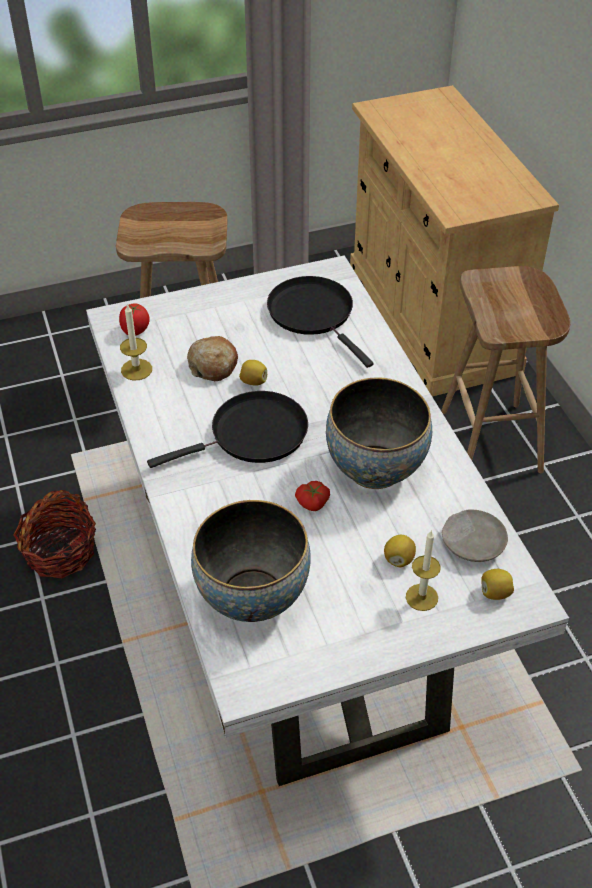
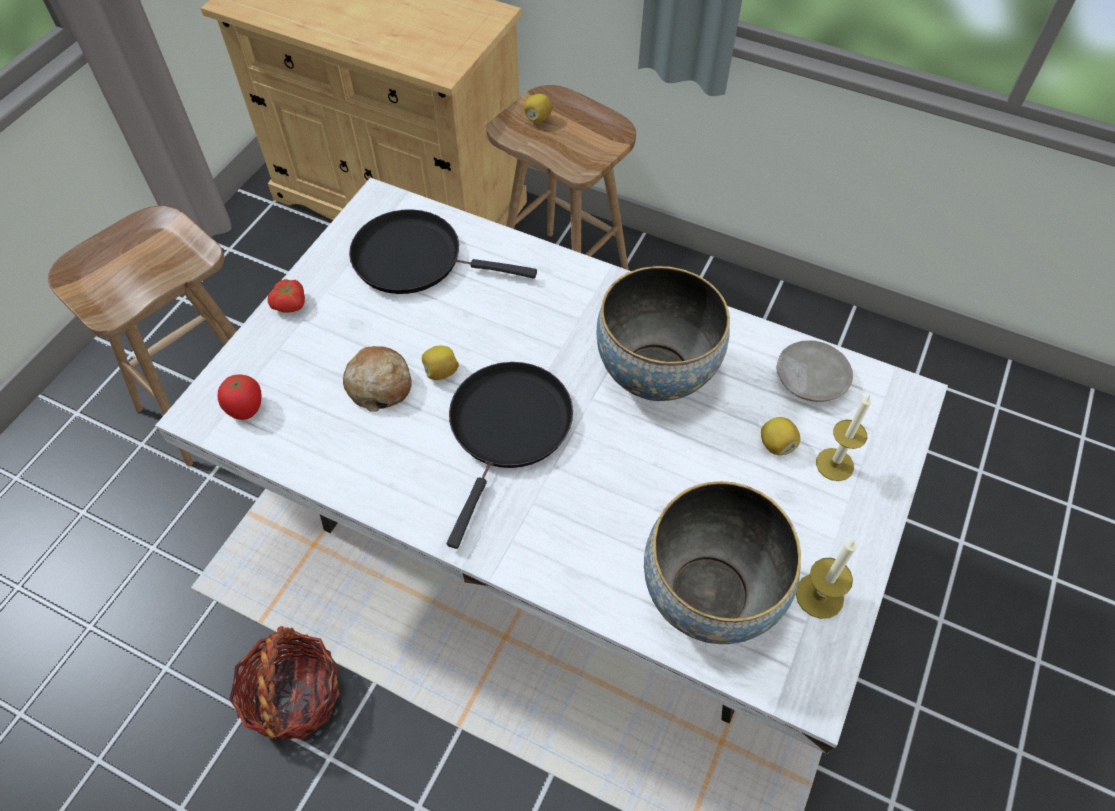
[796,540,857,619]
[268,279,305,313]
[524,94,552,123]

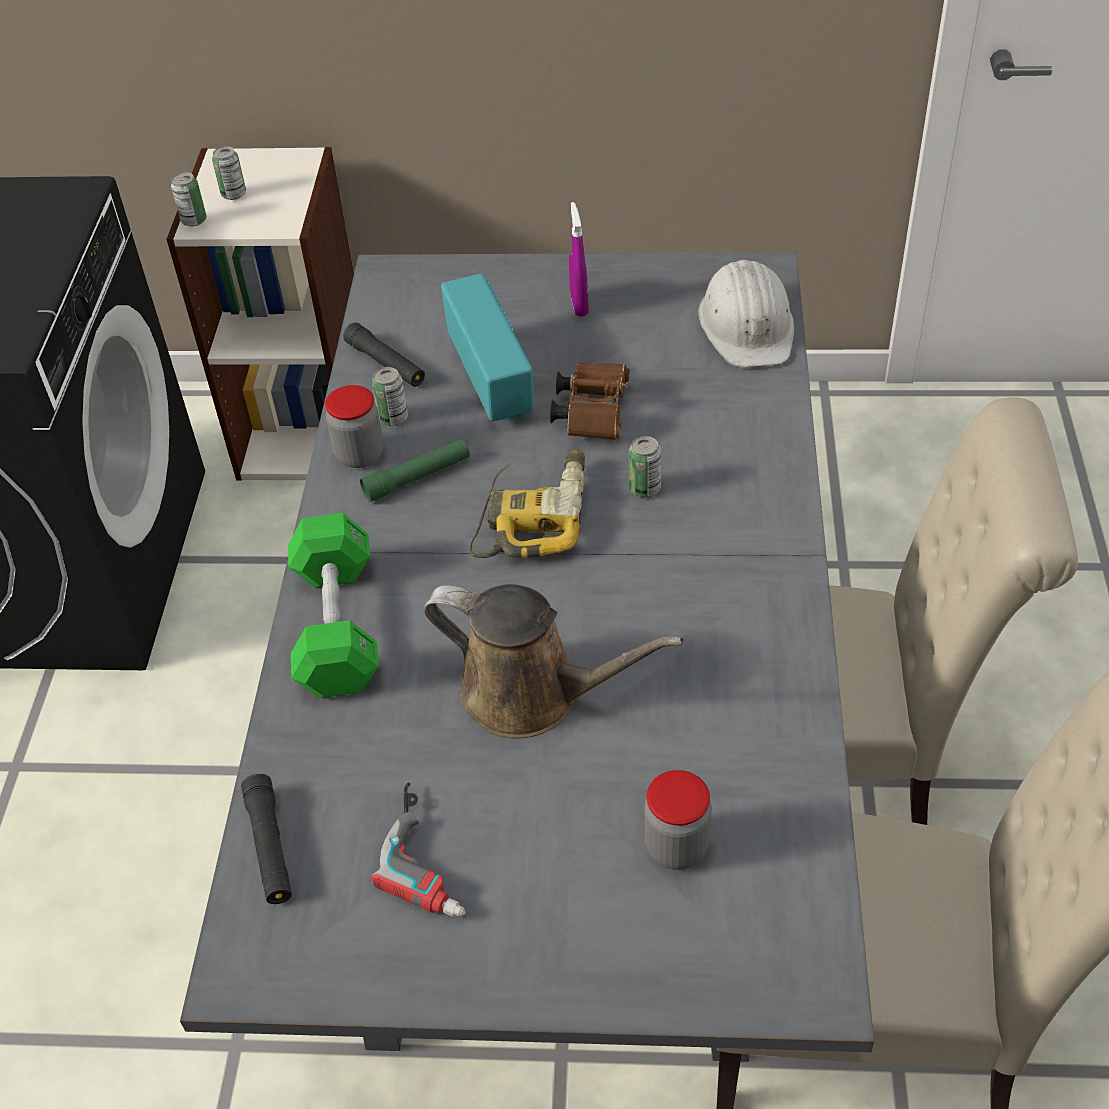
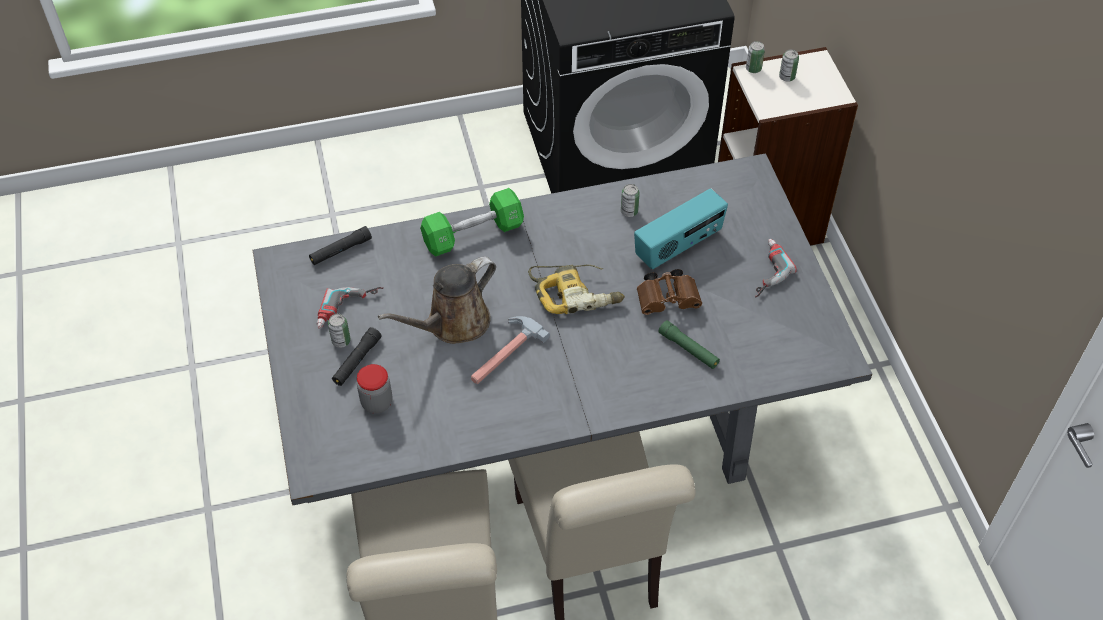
[325,385,384,468] (first image)
[698,260,794,368] (first image)
[471,316,550,384]
[332,327,382,386]
[658,320,720,369]
[328,314,351,348]
[755,239,797,298]
[378,256,496,344]

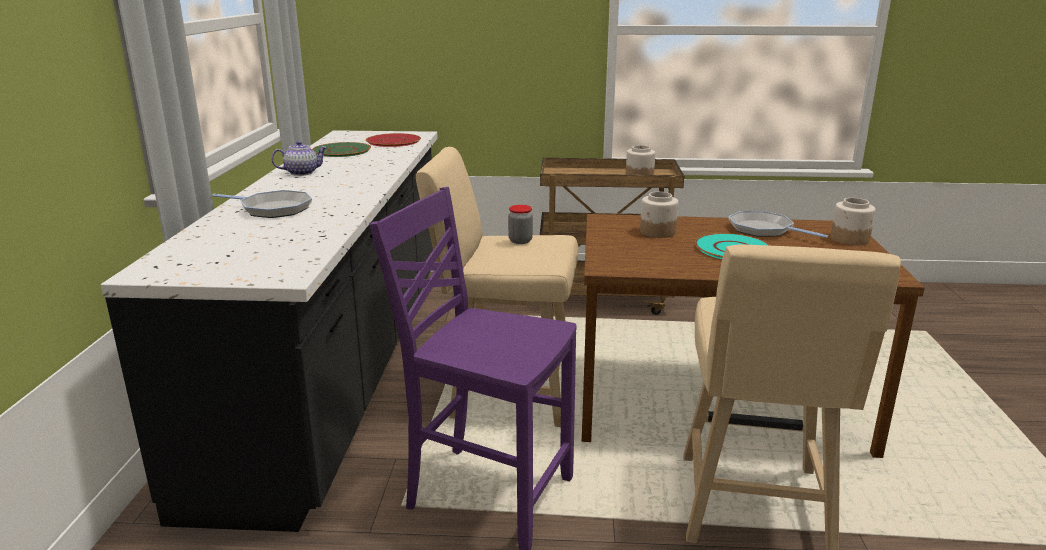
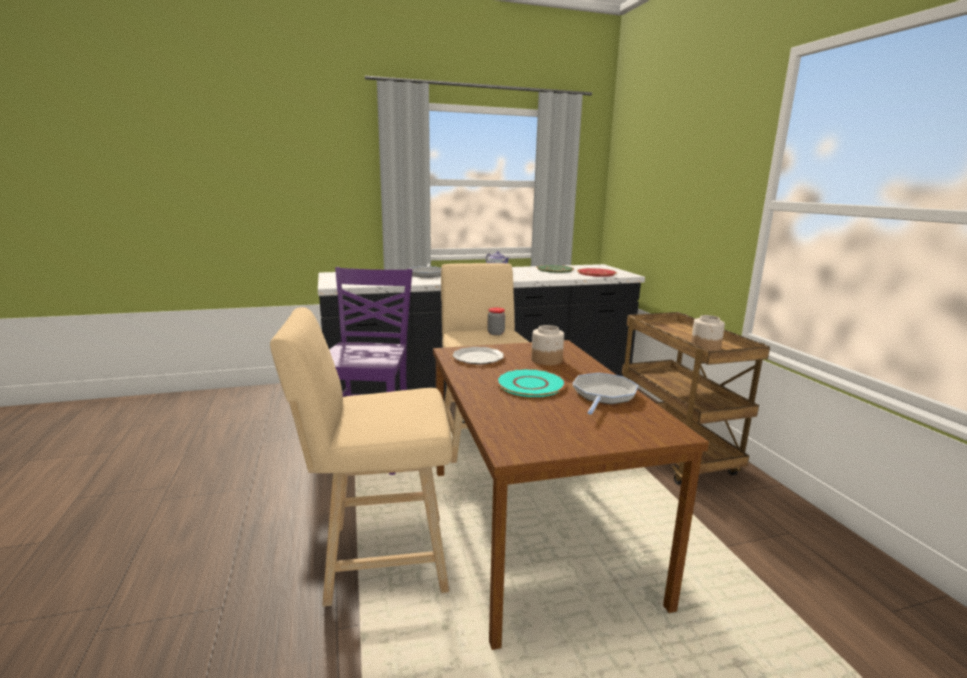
[830,198,876,245] (first image)
[453,347,504,364]

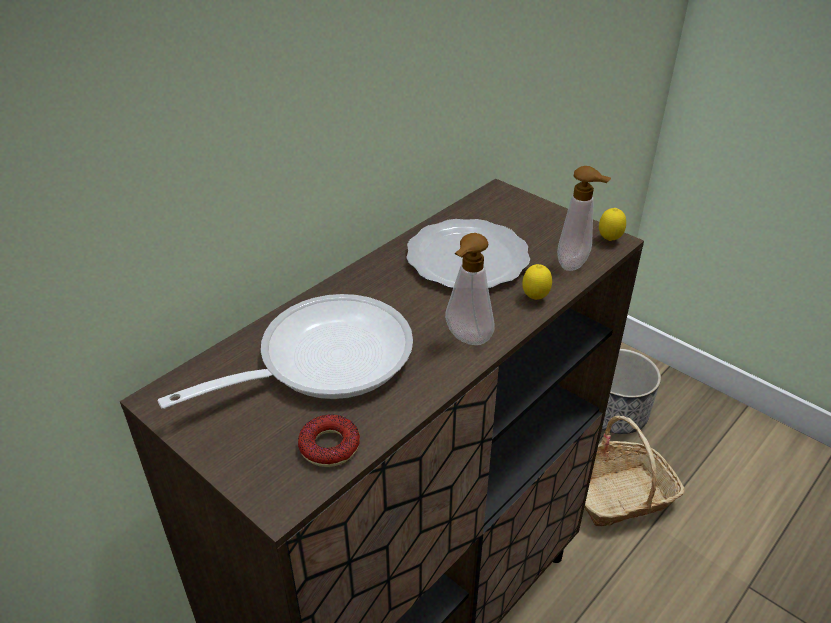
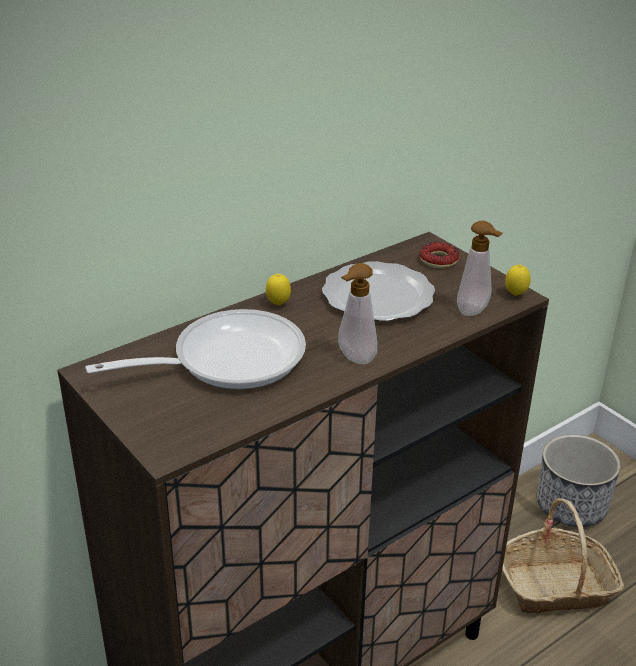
[420,242,459,268]
[266,274,291,306]

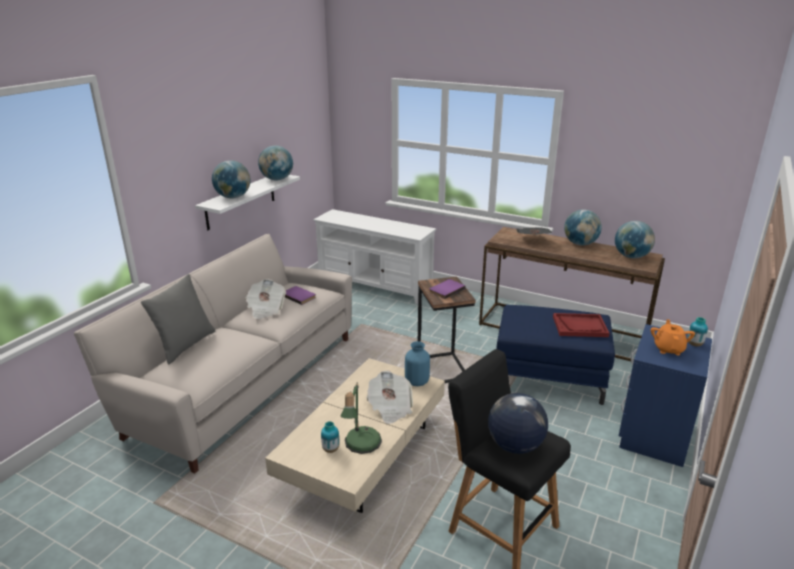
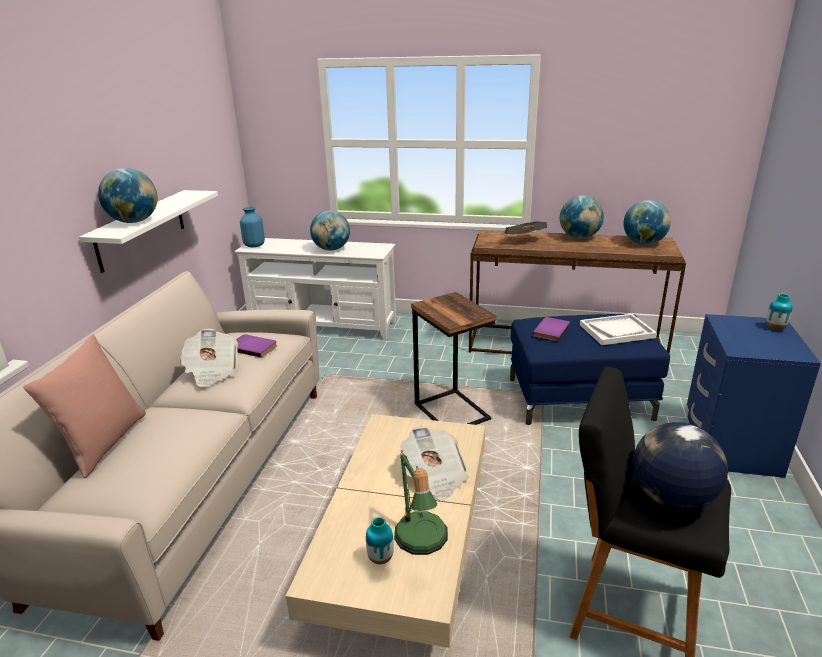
[651,320,695,355] (first image)
[310,210,350,251]
[240,207,265,247]
[533,317,570,341]
[23,334,146,478]
[580,314,657,345]

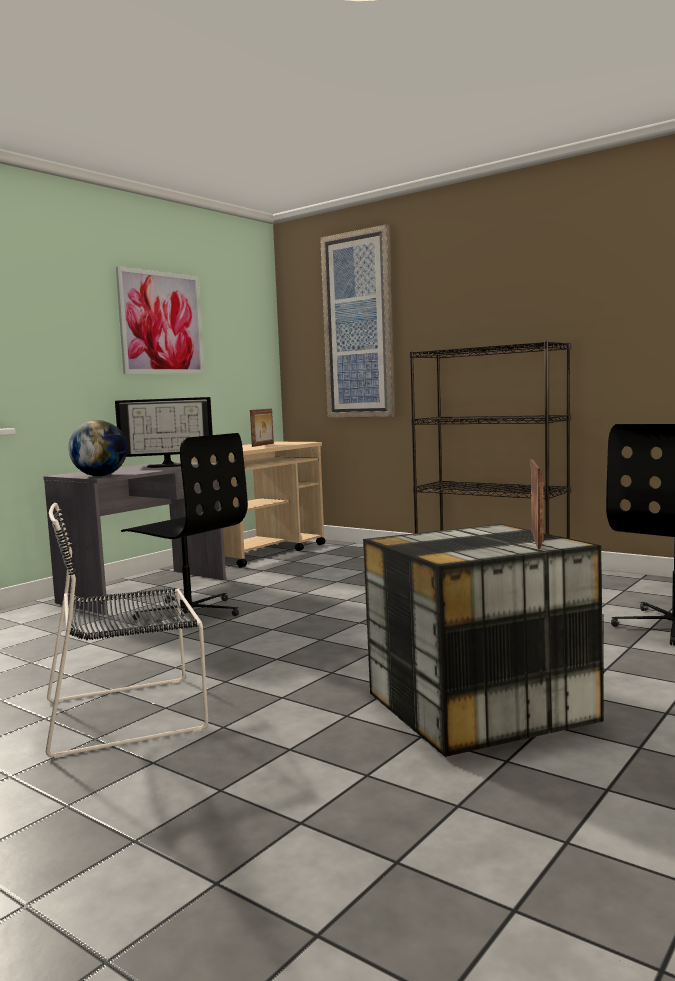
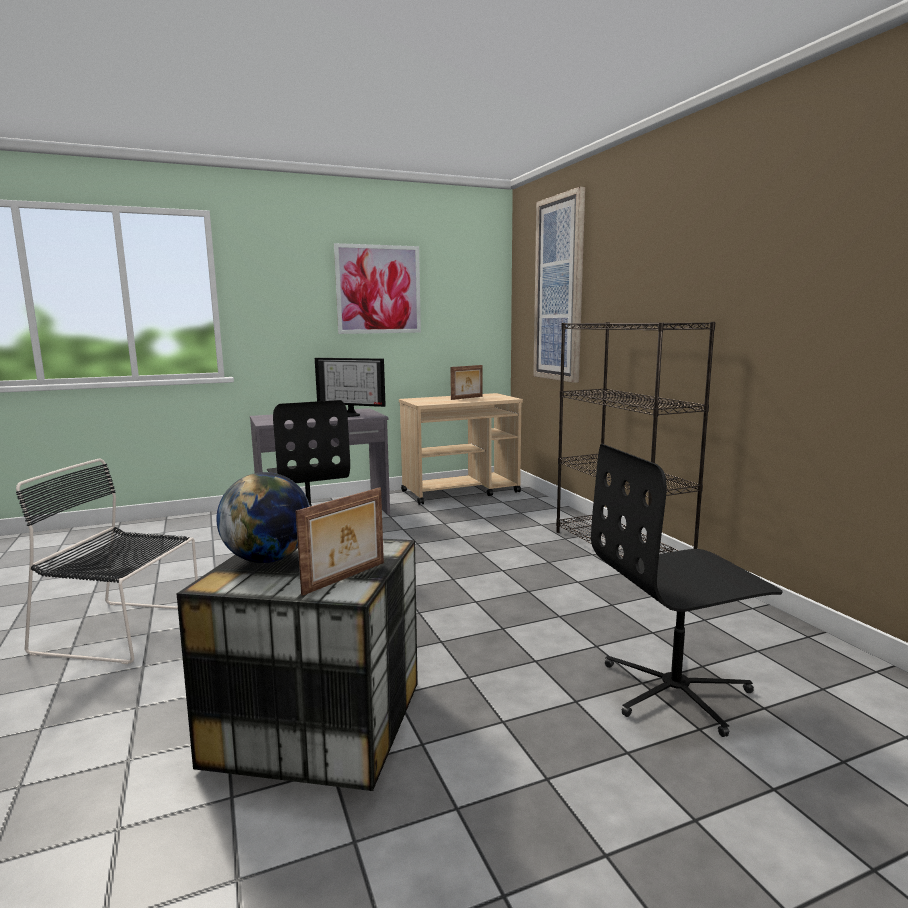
[216,472,310,563]

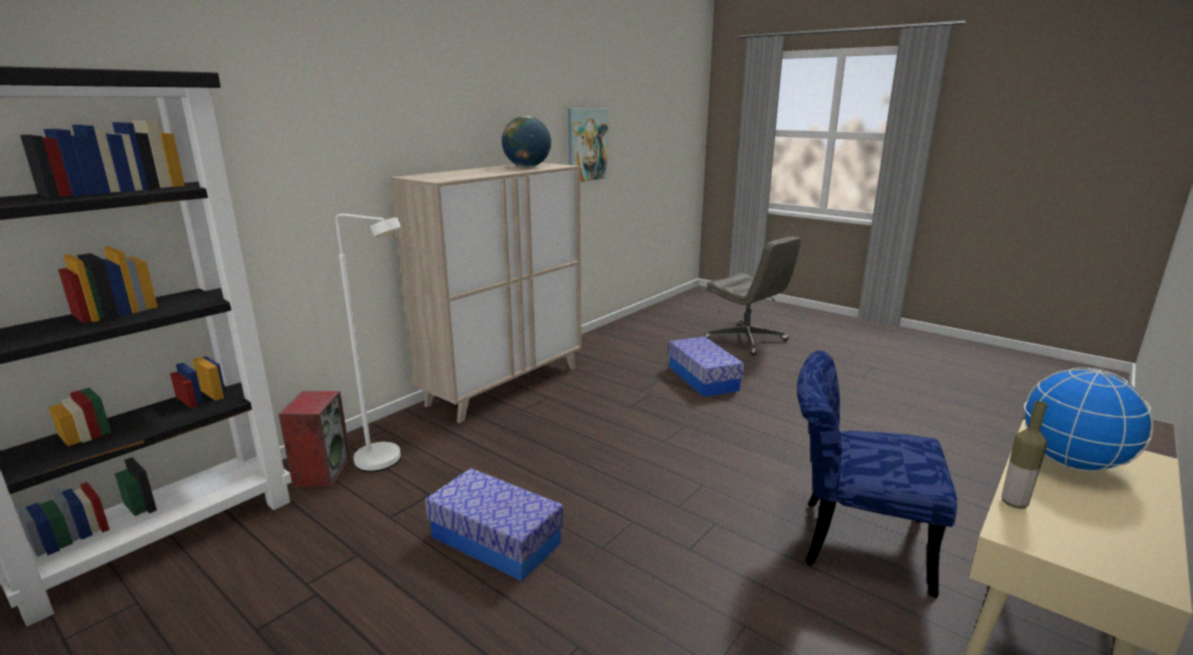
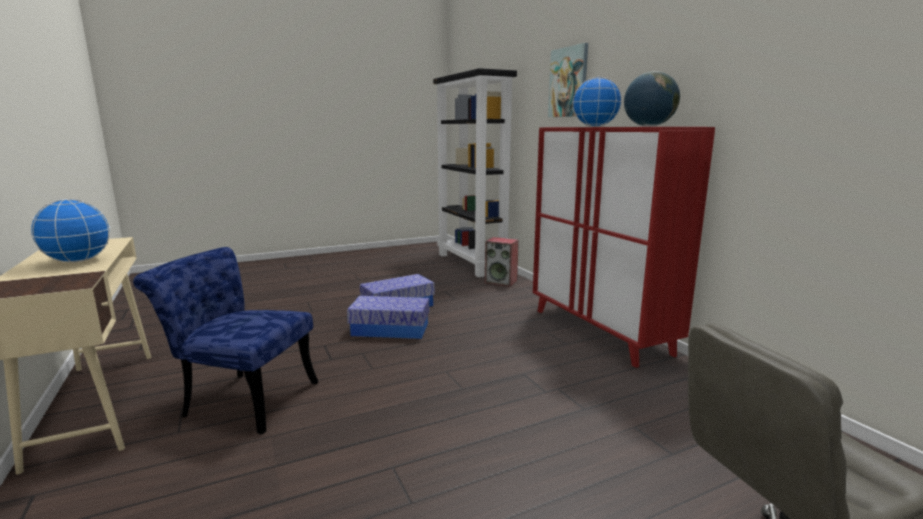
[336,214,401,472] (first image)
[1002,401,1047,509] (first image)
[572,77,622,127]
[548,43,588,117]
[347,296,429,339]
[533,127,715,368]
[133,247,318,435]

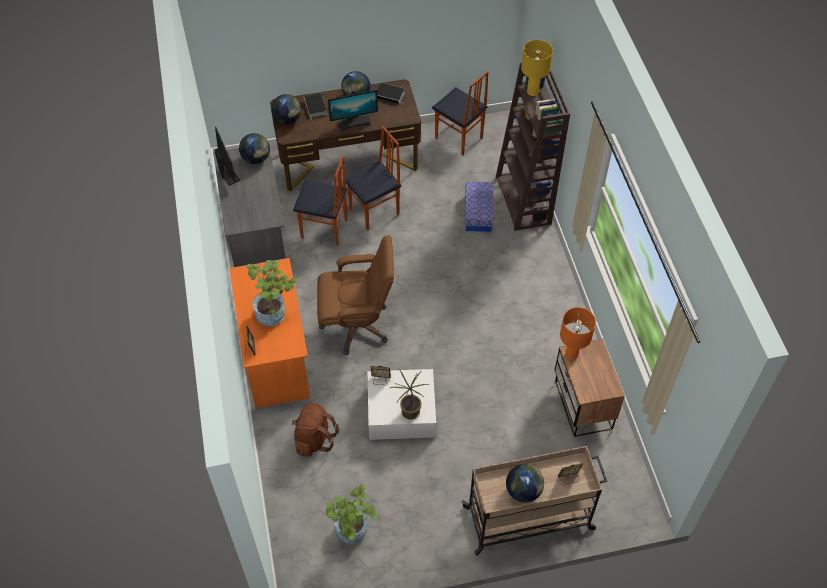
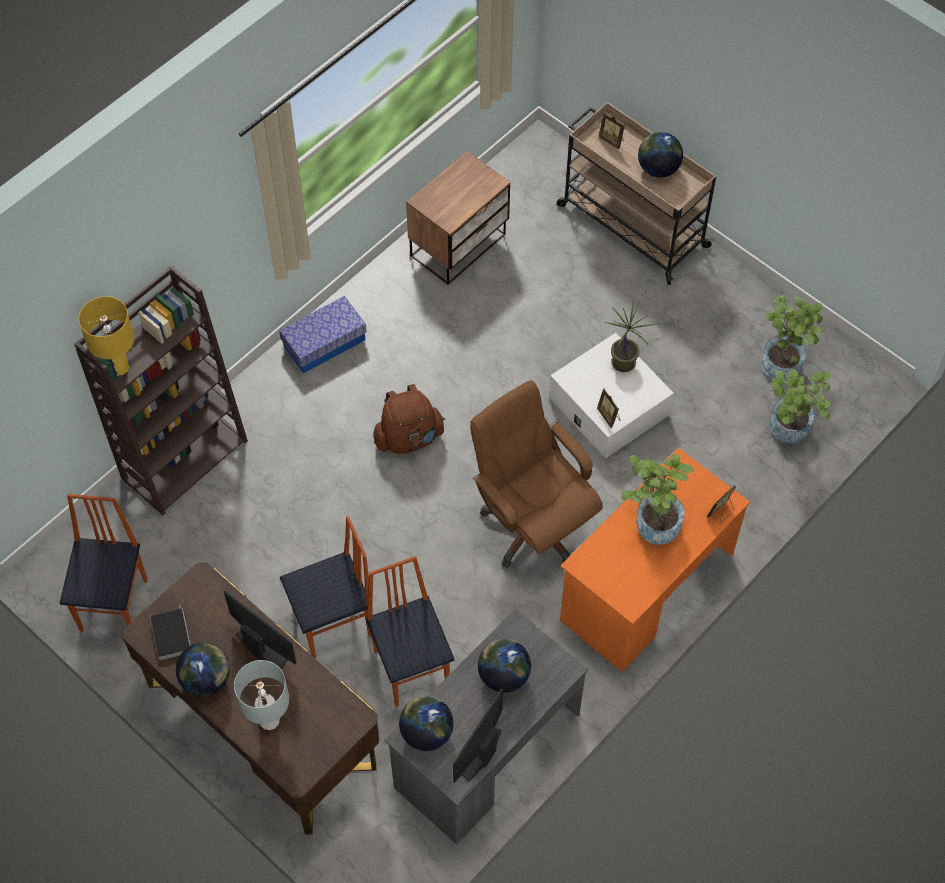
[560,307,596,360] (first image)
[770,369,832,444]
[478,639,531,693]
[373,384,445,454]
[279,296,367,374]
[234,660,289,730]
[280,516,372,658]

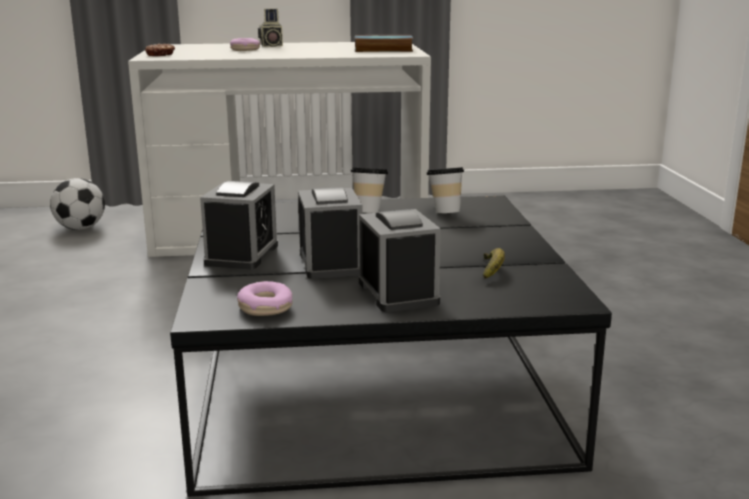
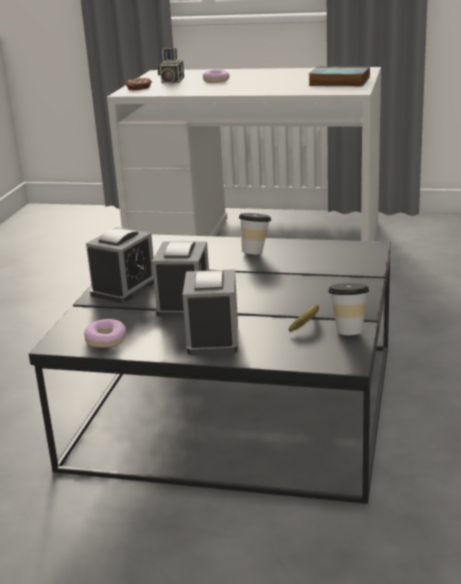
[50,178,105,230] (first image)
[158,48,184,84]
[328,283,369,335]

